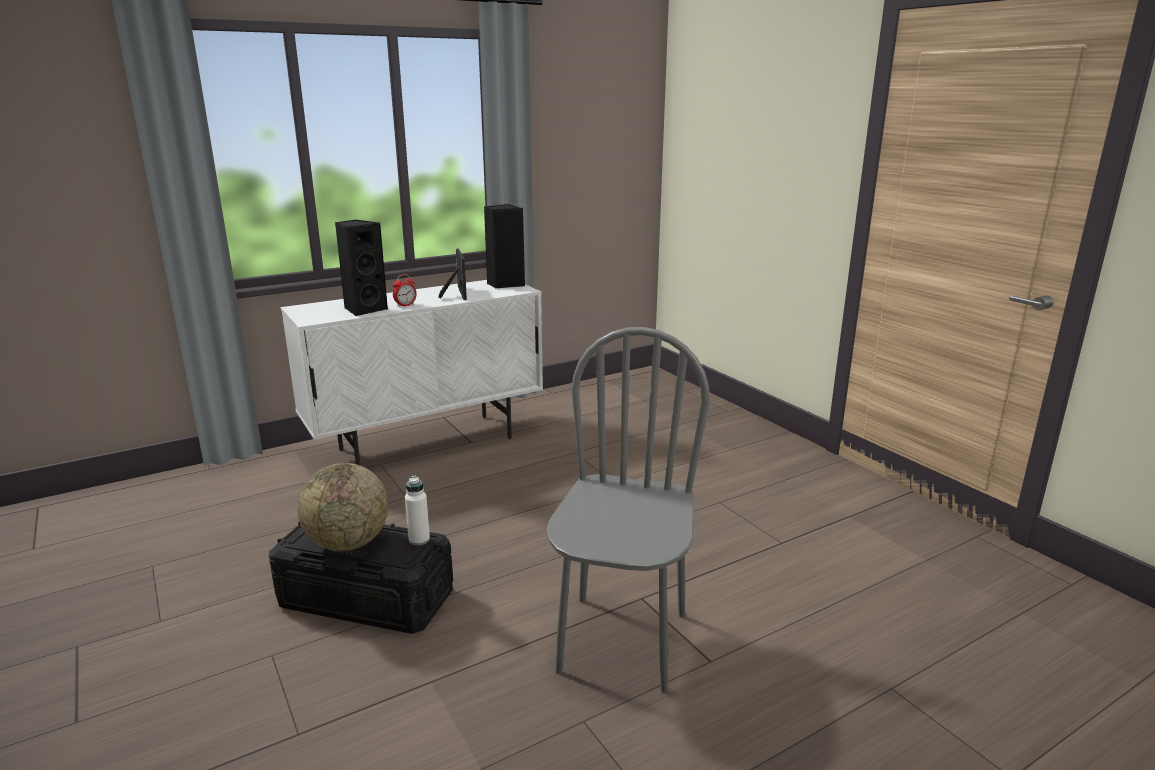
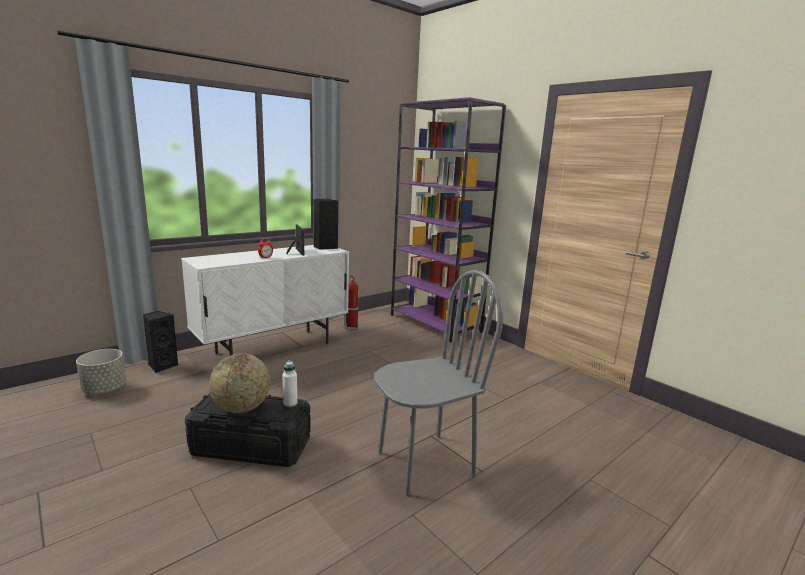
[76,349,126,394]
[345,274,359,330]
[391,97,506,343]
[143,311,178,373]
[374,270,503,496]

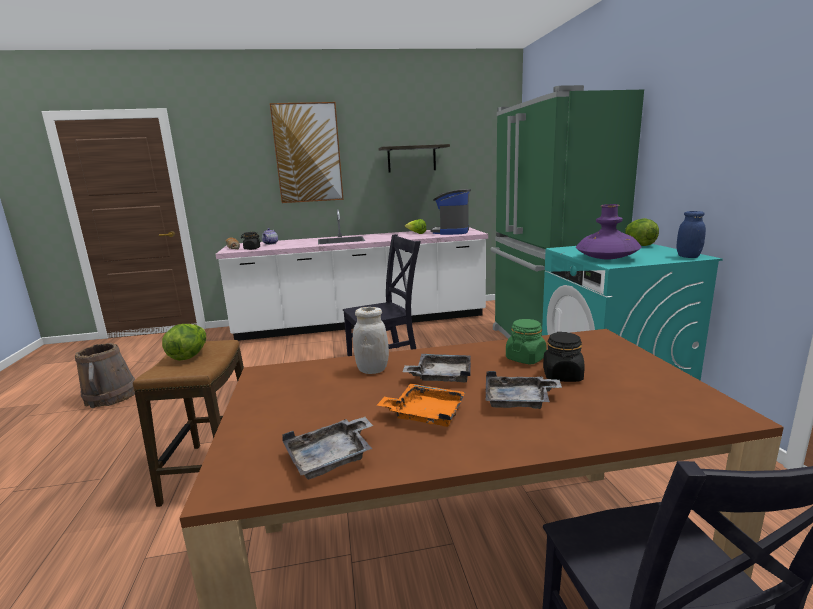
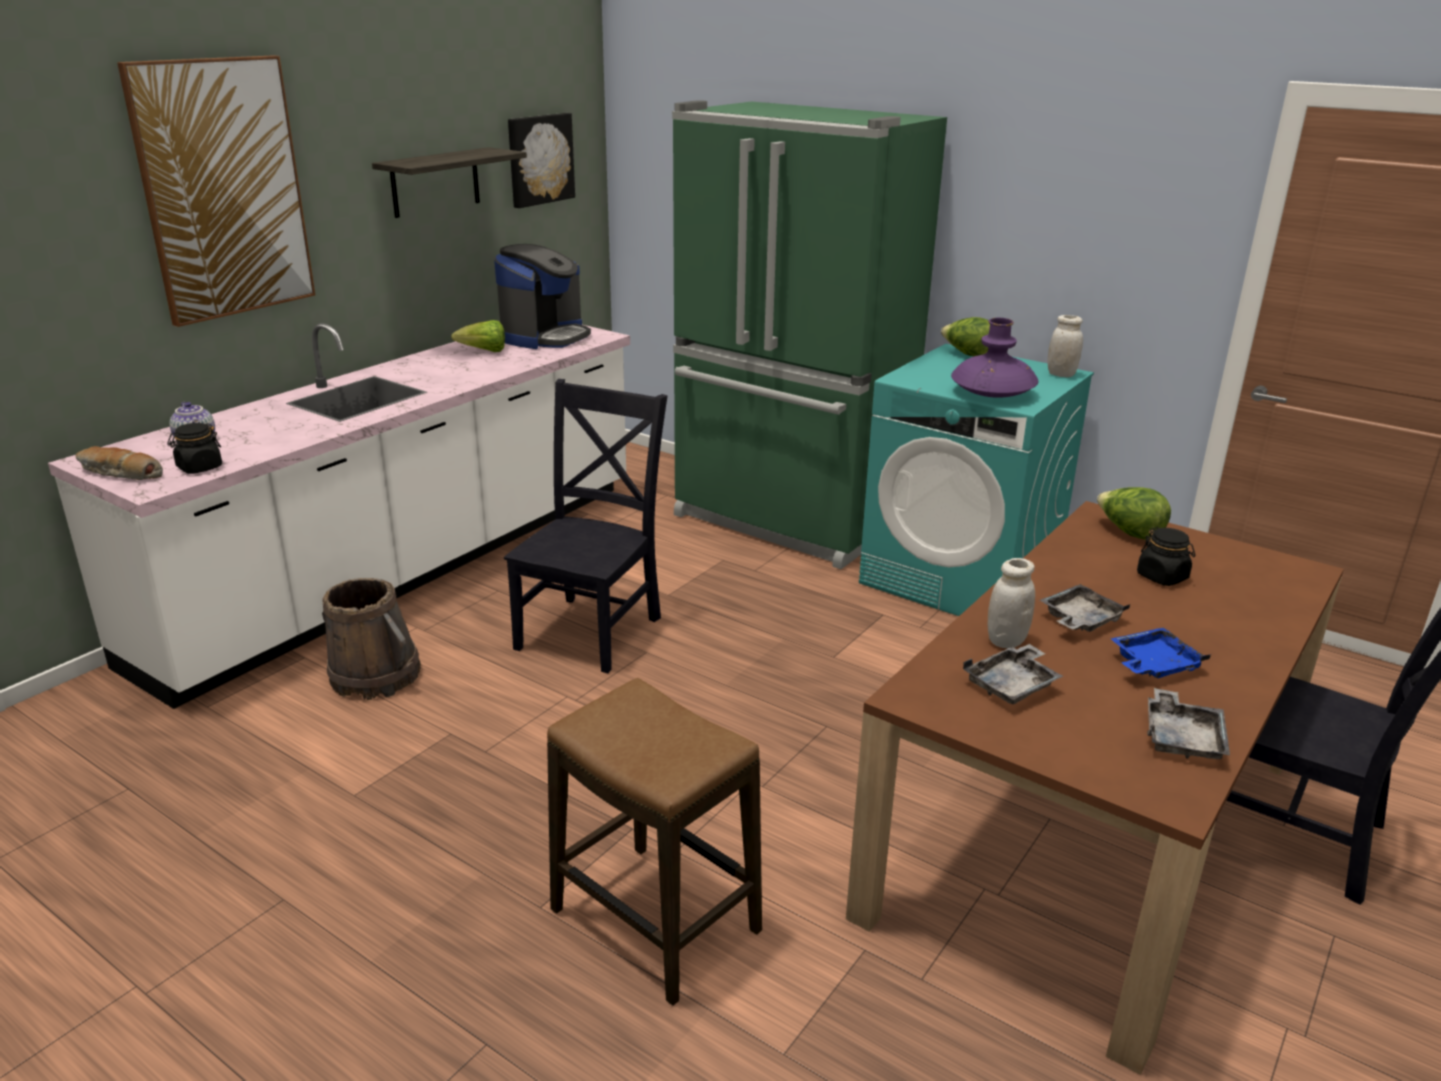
[506,319,547,364] (first image)
[508,113,575,208]
[322,578,421,700]
[1097,487,1171,540]
[963,644,1063,704]
[1111,627,1211,678]
[1047,315,1083,377]
[494,244,591,349]

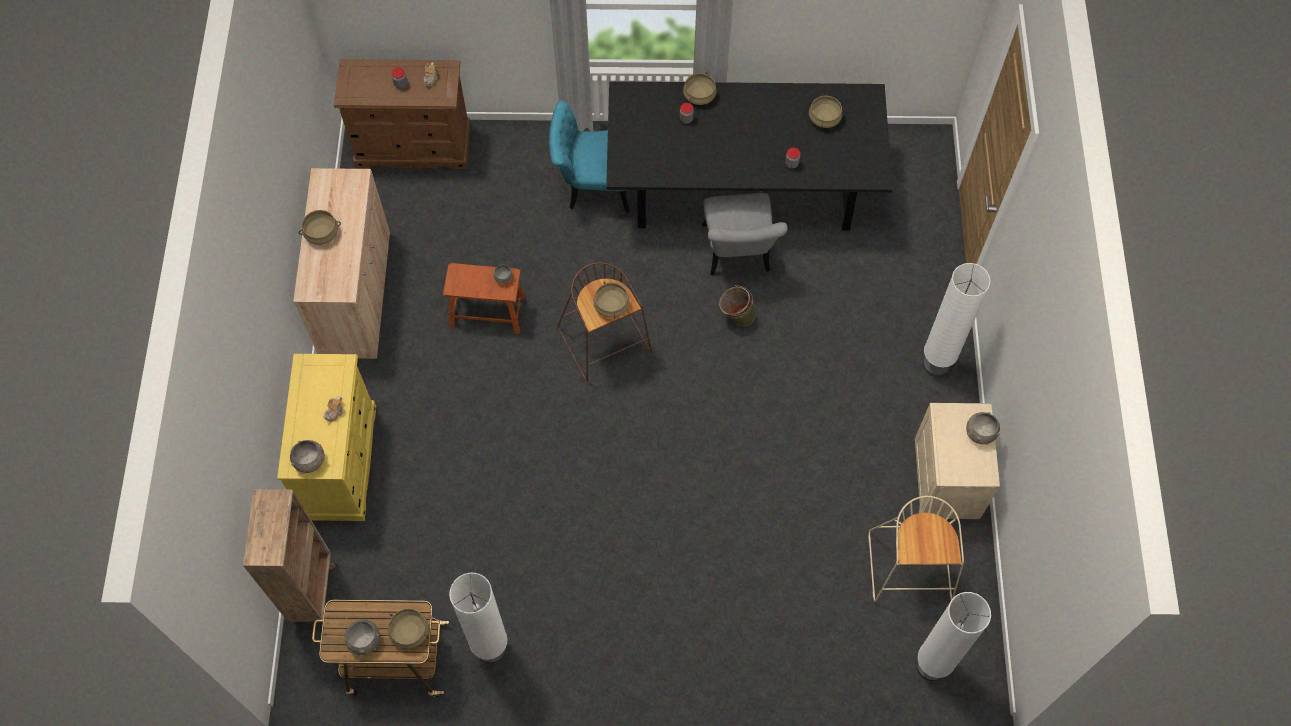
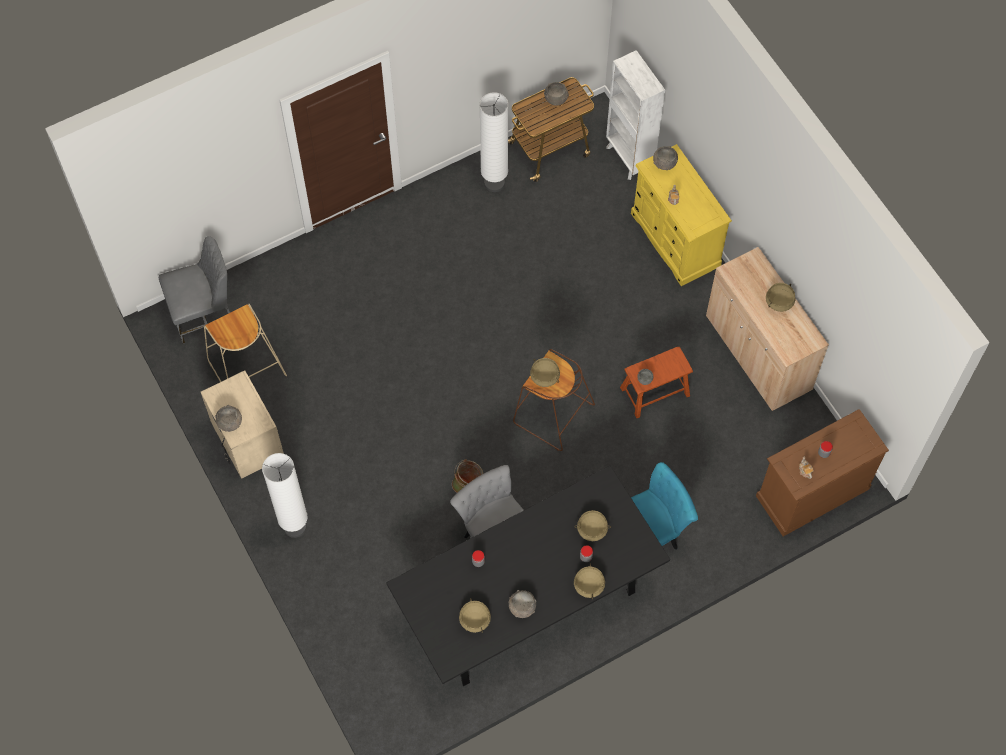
[509,590,536,618]
[574,510,611,541]
[159,236,231,344]
[606,50,665,180]

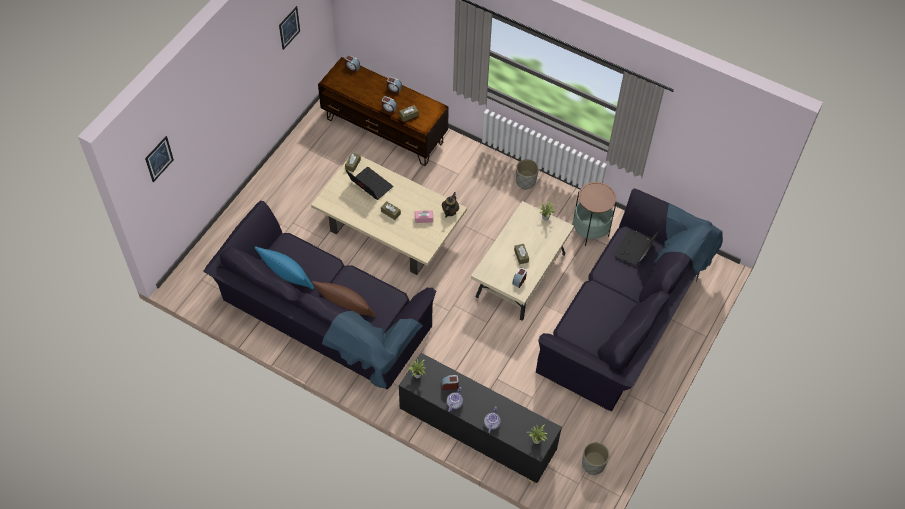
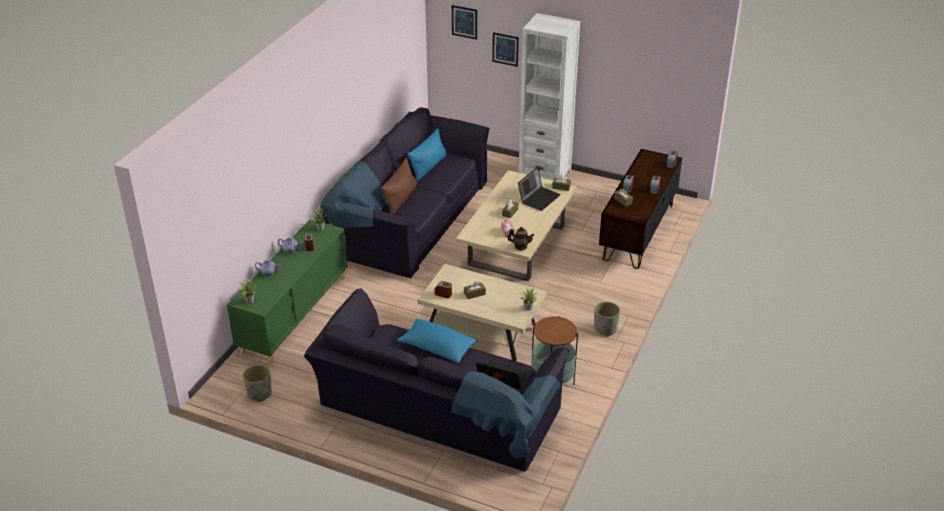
[398,319,477,363]
[519,13,580,181]
[492,32,519,67]
[227,219,348,364]

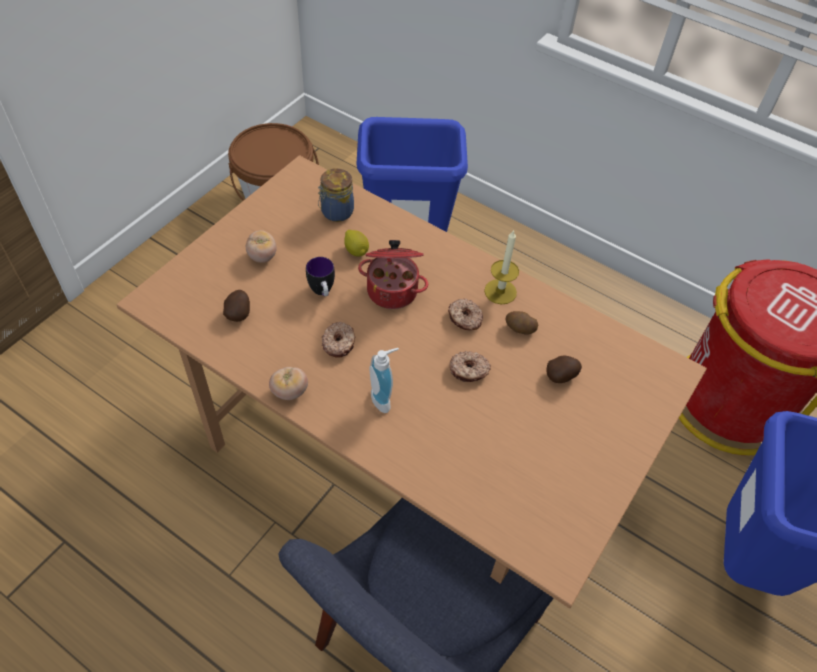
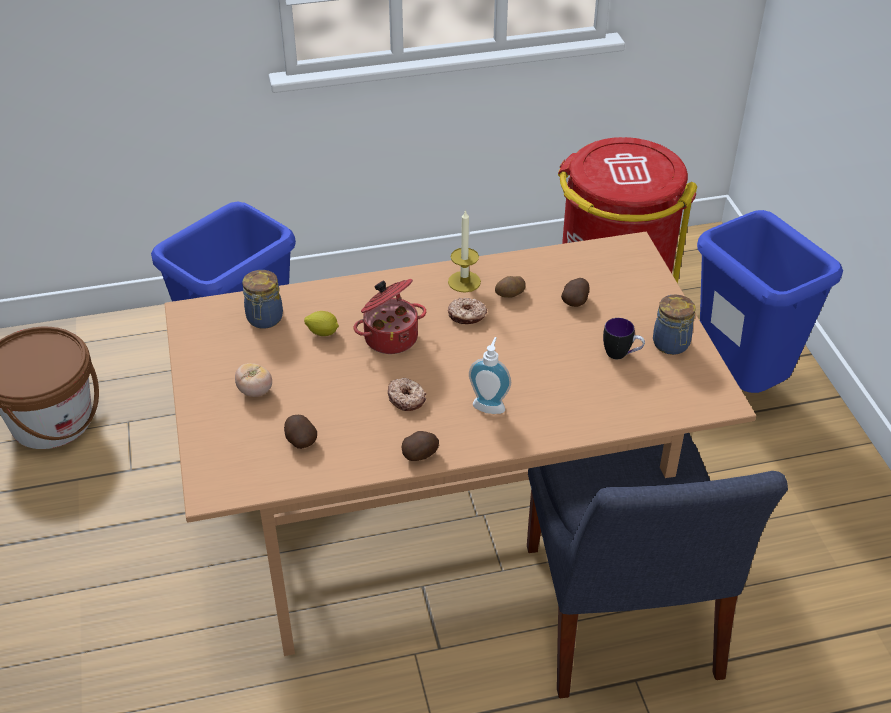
[450,351,491,382] (first image)
[653,294,696,355]
[603,318,645,359]
[402,431,439,461]

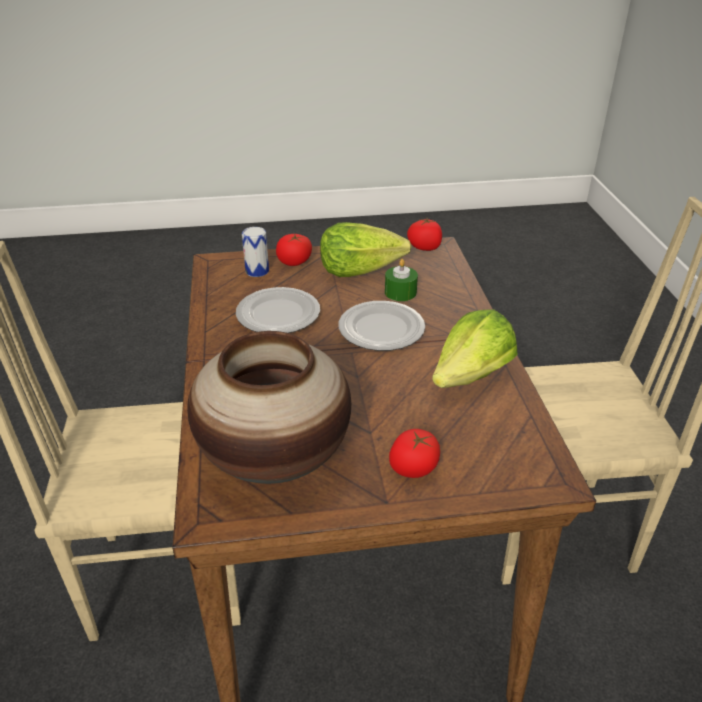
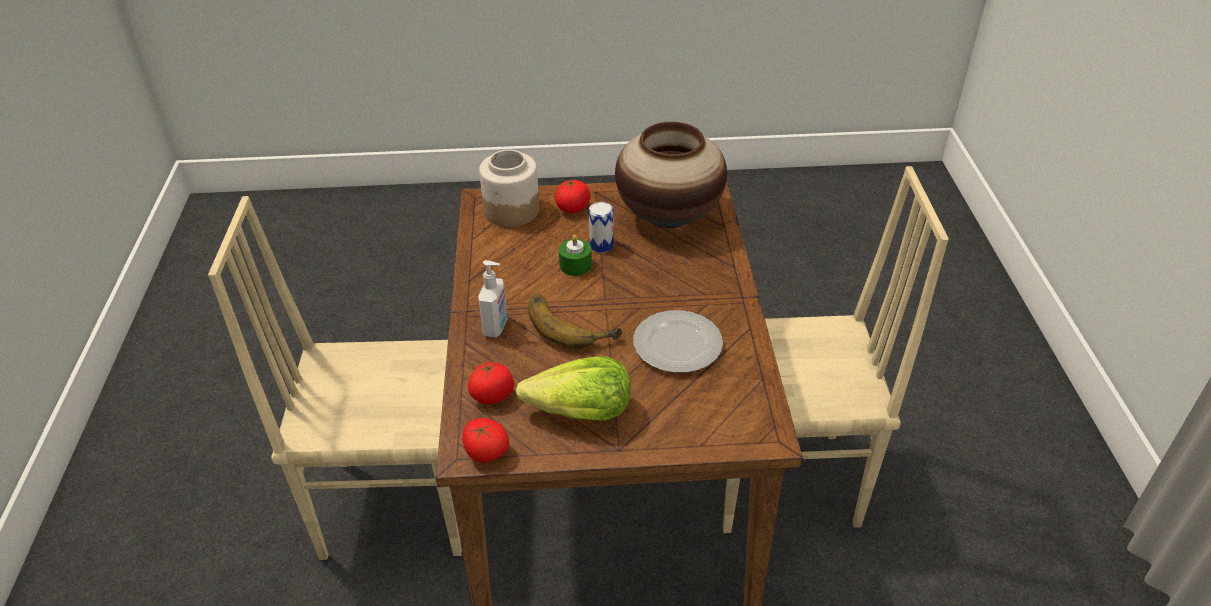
[432,309,518,388] (first image)
[478,260,508,338]
[479,150,539,227]
[589,202,614,253]
[468,361,514,405]
[559,234,592,276]
[528,294,623,348]

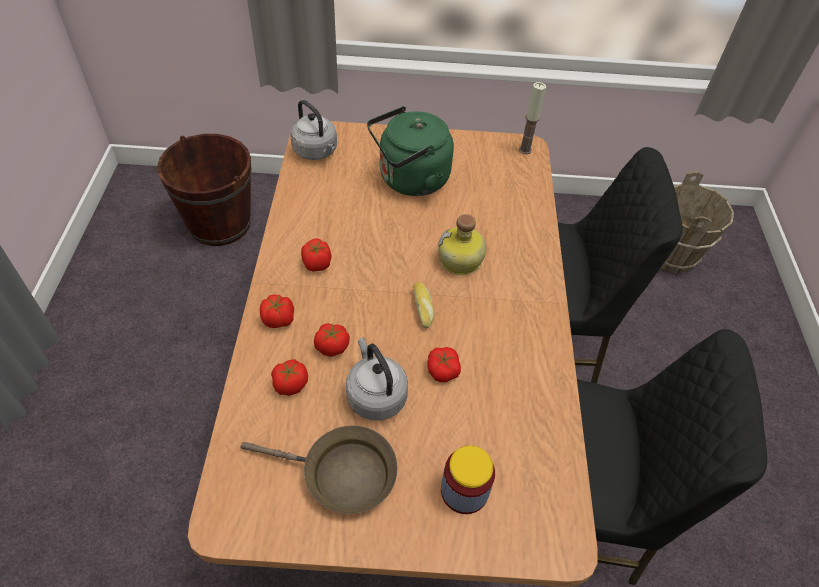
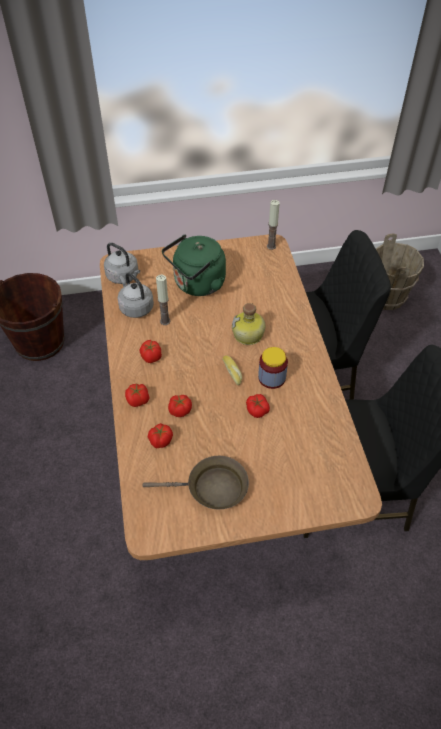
[156,274,170,325]
[117,273,154,318]
[258,347,288,389]

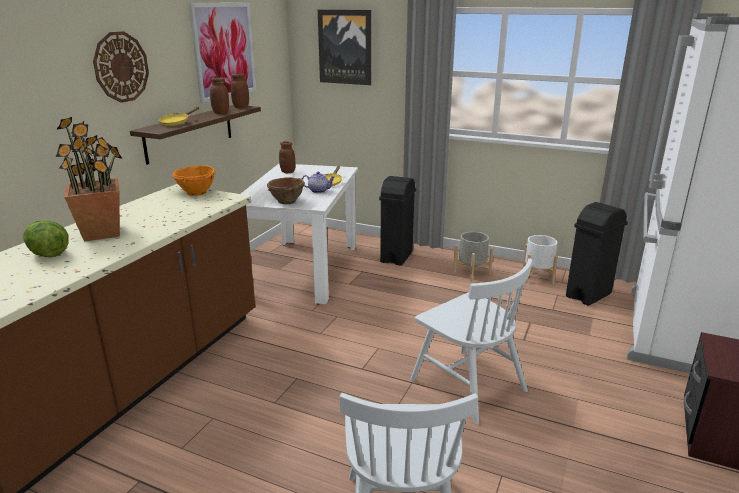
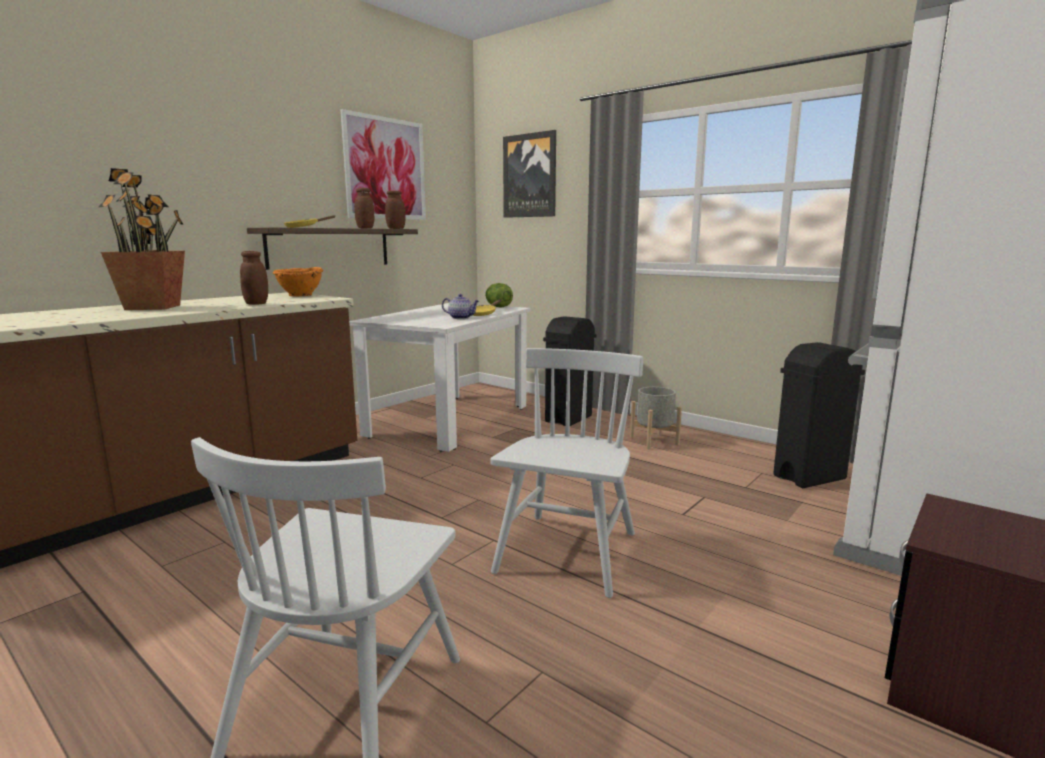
[93,31,149,103] (first image)
[267,177,305,204] (first image)
[522,235,558,285] (first image)
[485,283,513,307]
[240,251,268,305]
[490,348,643,598]

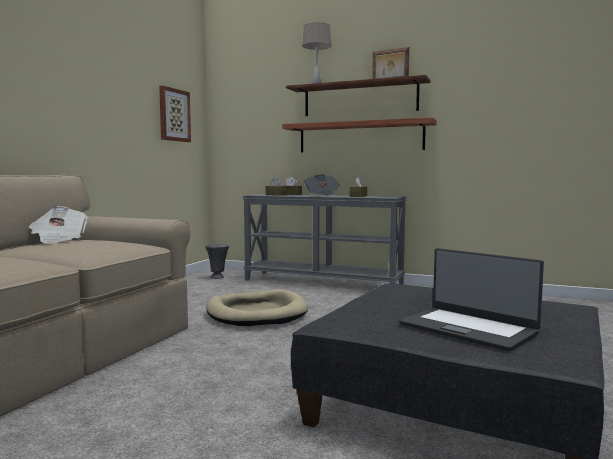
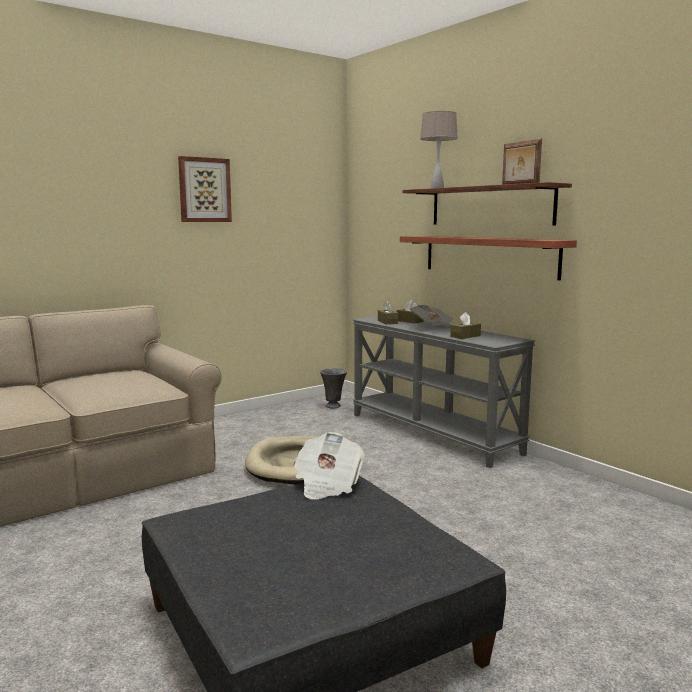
[400,248,544,351] (first image)
[294,432,365,499]
[178,156,232,222]

